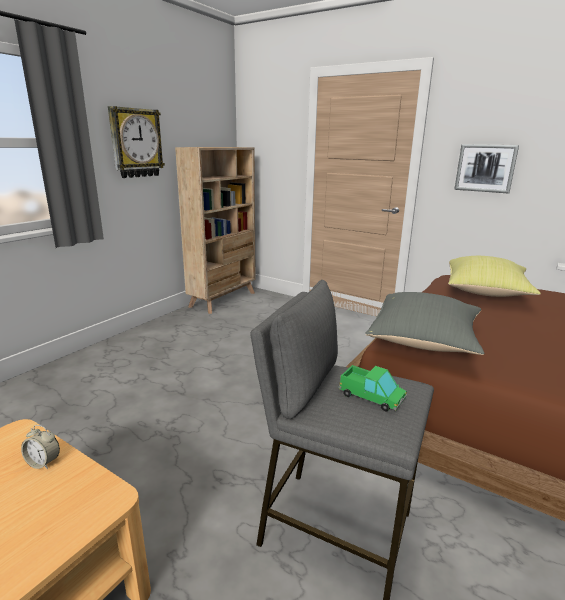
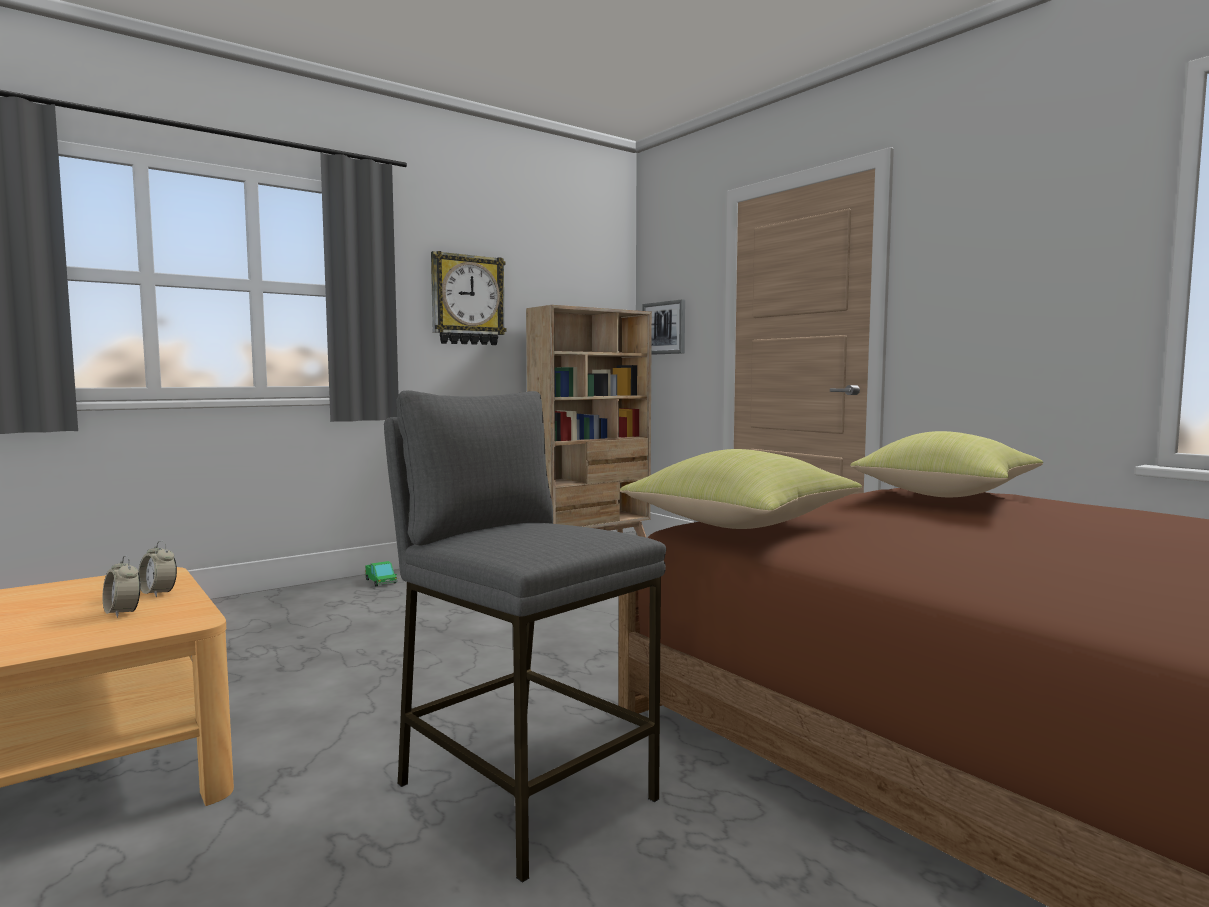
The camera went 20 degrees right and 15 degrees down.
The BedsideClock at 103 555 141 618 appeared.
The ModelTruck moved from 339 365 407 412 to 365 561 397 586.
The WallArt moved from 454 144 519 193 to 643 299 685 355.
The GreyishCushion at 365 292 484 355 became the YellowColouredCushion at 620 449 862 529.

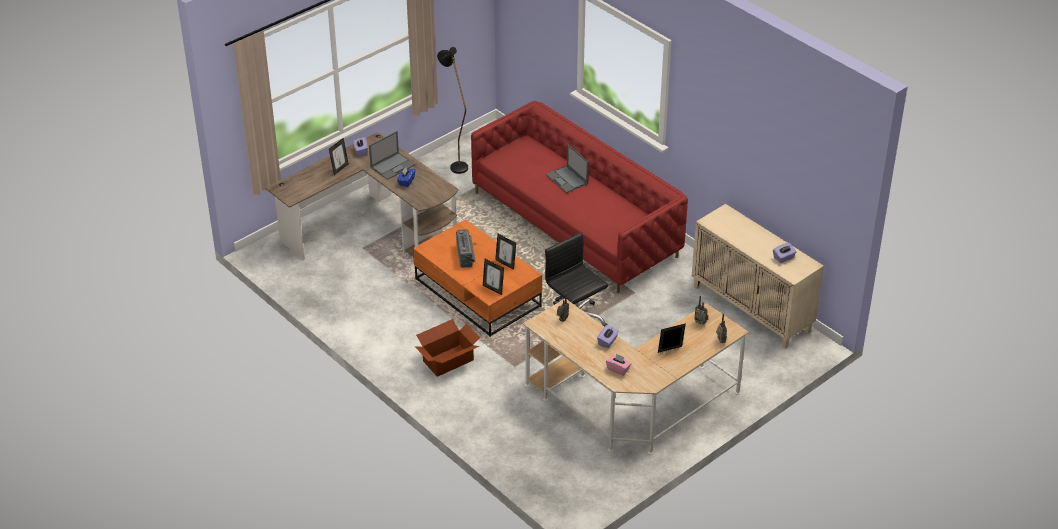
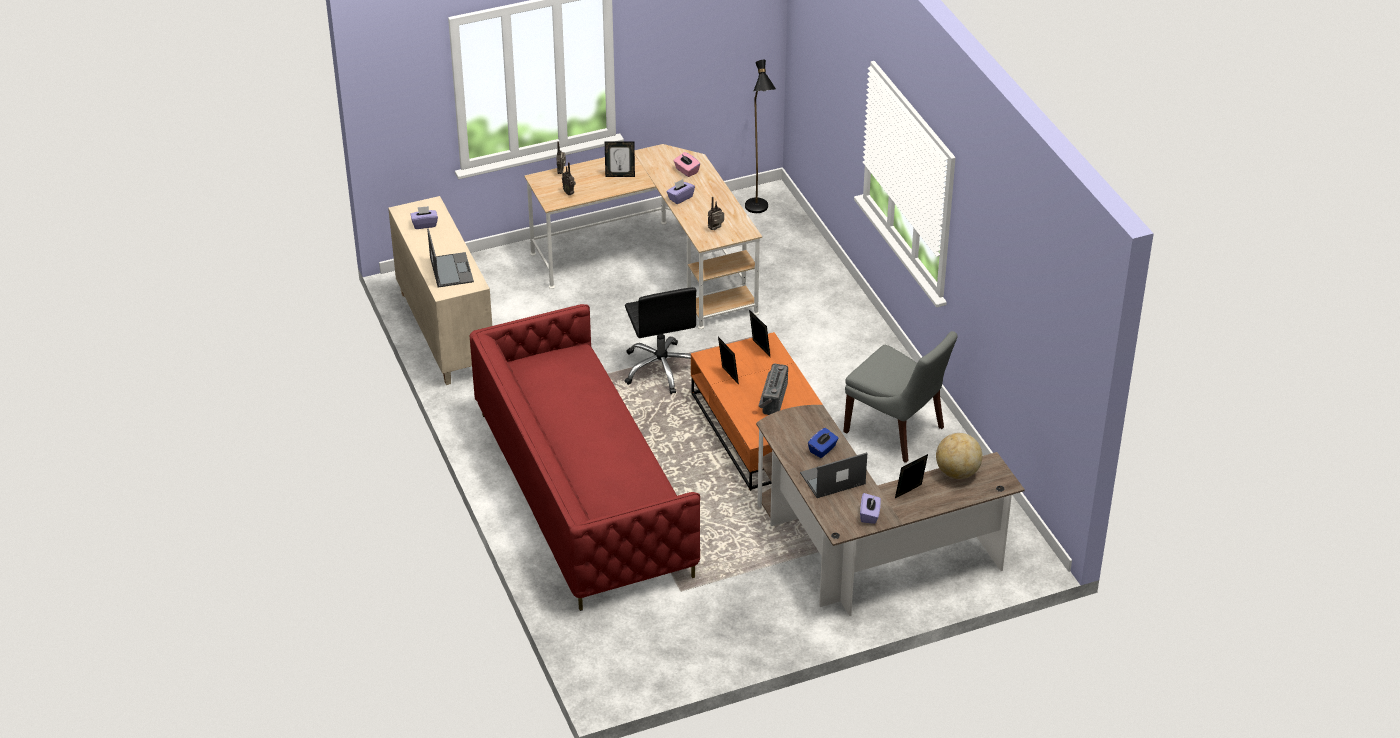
The camera went 160 degrees left and 0 degrees up.
The PackingBox at 415 319 480 377 disappeared.
The GreyishUprightChair at 843 331 957 463 appeared.
The WorldGlobe at 936 433 982 479 appeared.
The BlackishStandardLamp moved from 437 47 468 174 to 745 60 776 213.
The PortableComputer moved from 546 144 589 193 to 427 228 474 288.

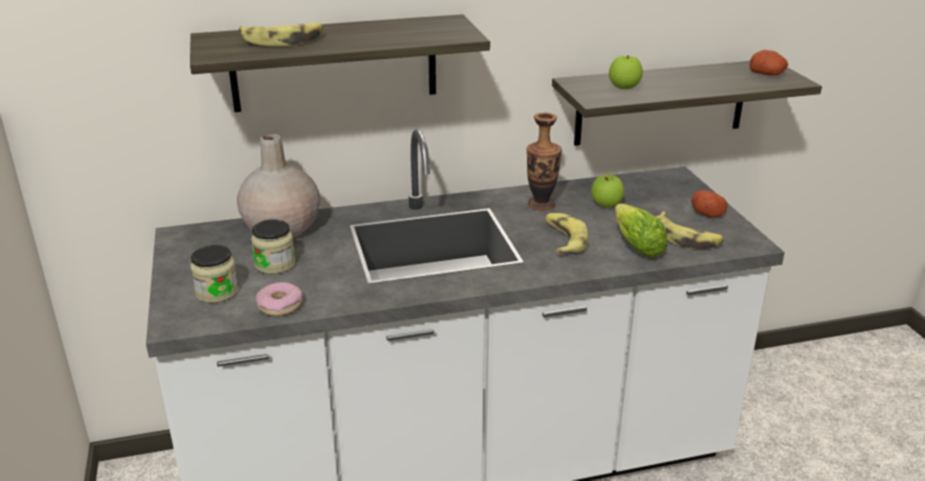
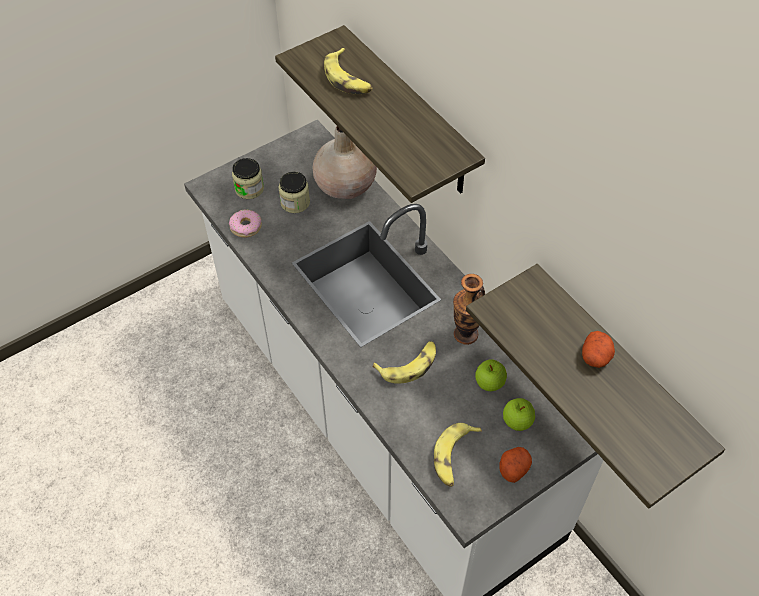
The camera went 70 degrees right and 25 degrees up.
The LettuceHead at 615 204 668 257 disappeared.
The WholeApple moved from 609 55 643 89 to 503 398 535 431.
The WholePotato moved from 750 50 788 76 to 582 331 615 368.

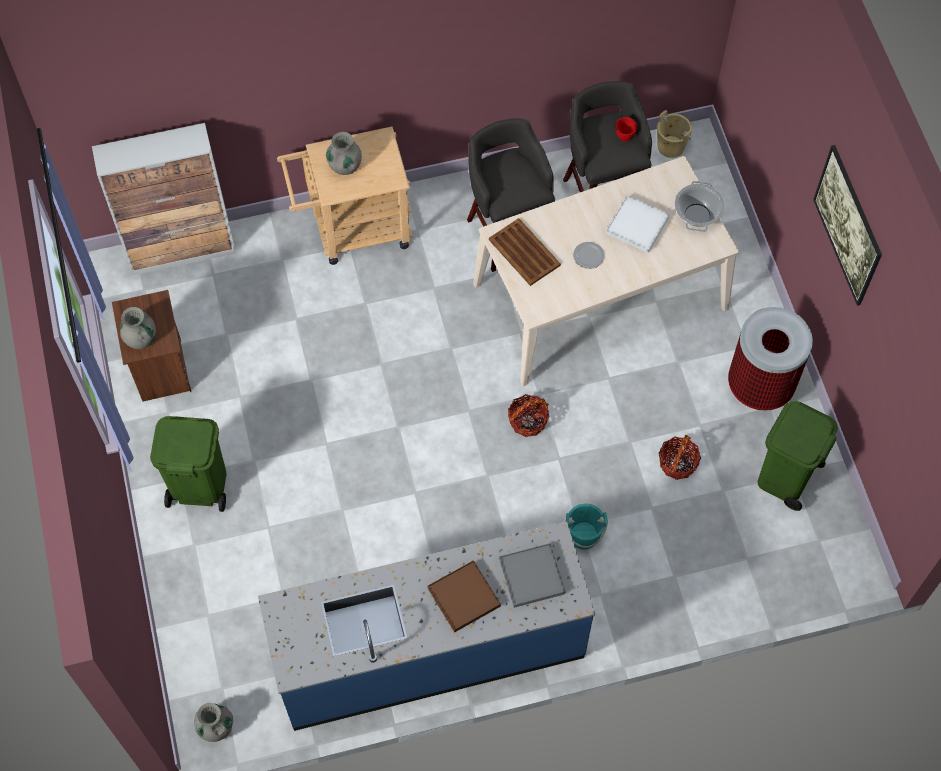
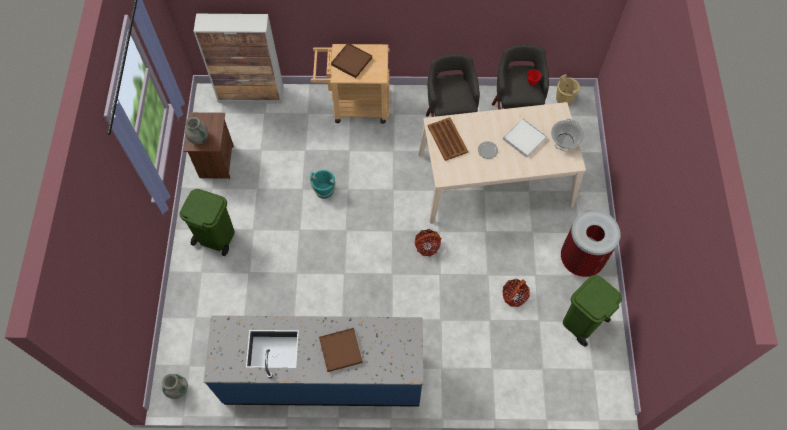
The camera went 15 degrees right and 0 degrees up.
The GreyishServingTray at 499 543 565 608 disappeared.
The WallArt at 813 145 882 306 disappeared.
The TurquoisePail moved from 564 504 608 549 to 310 170 336 199.
The GreyishFlowerVase at 326 132 362 175 was replaced by the BrownishServingTray at 331 43 372 78.

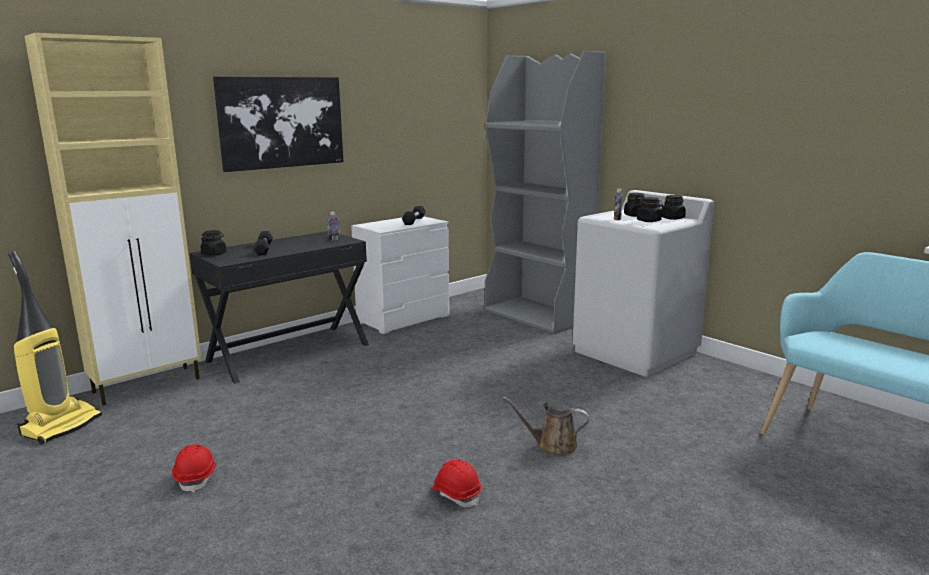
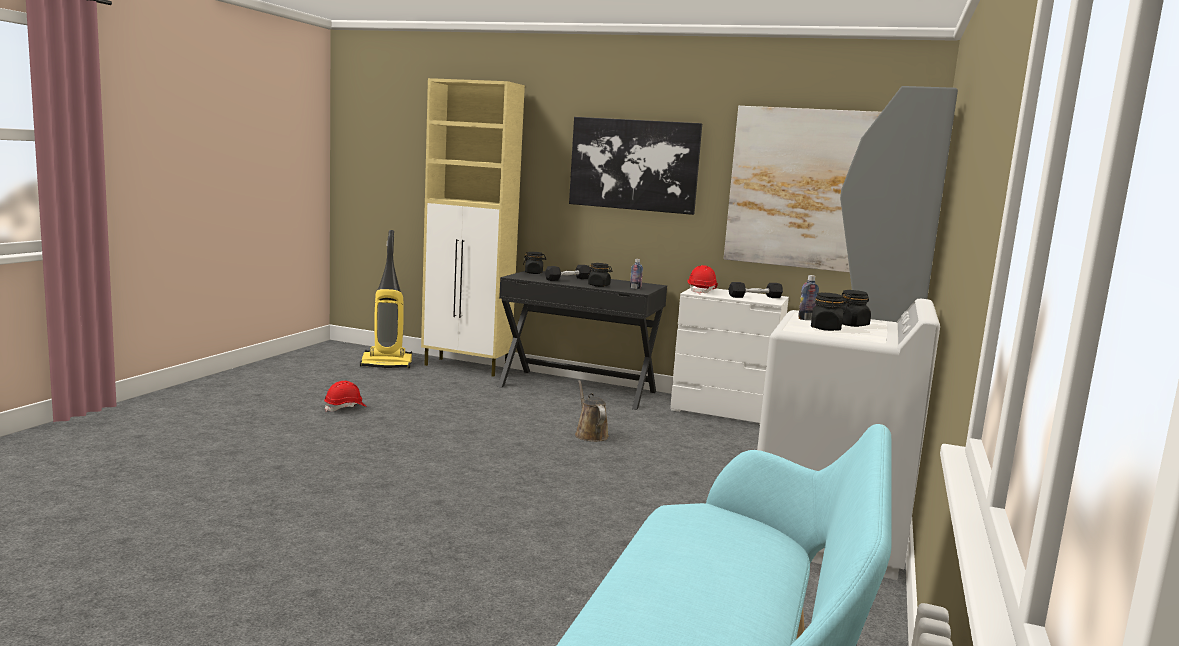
The camera went 60 degrees right and 5 degrees down.
The WallArt at 724 106 881 272 appeared.
The ReddishWorkHelmet moved from 430 459 481 507 to 687 265 718 294.
The BrownishSprinklingCan moved from 503 396 589 456 to 575 380 609 442.
The BlackishPreserveJar moved from 661 195 686 220 to 588 263 613 287.

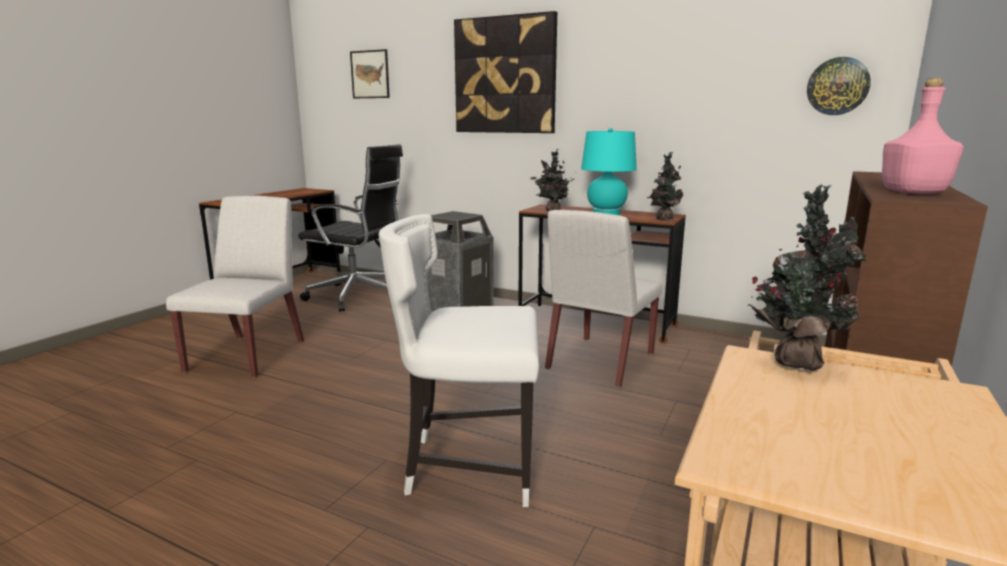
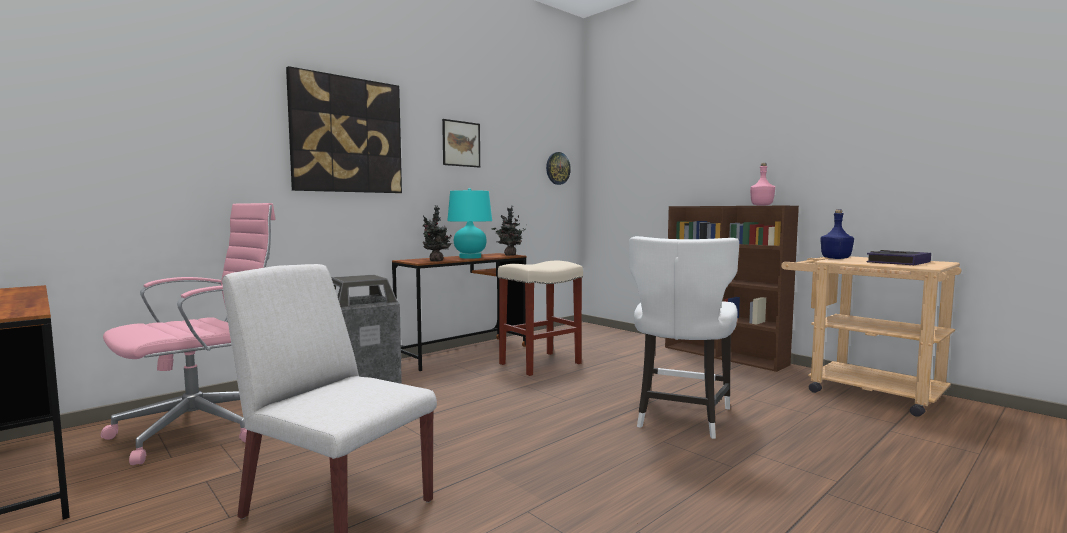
The camera went 70 degrees left and 10 degrees down.
The Volume at 866 250 931 265 appeared.
The WallArt moved from 350 49 390 98 to 442 119 480 167.
The WhiteUprightChair at 545 210 662 387 was replaced by the BeigeColouredStoolSeat at 498 261 583 376.
The Houseplant at 748 185 867 371 was replaced by the BluishBottle at 821 209 854 259.
The BlackishComputerChair at 298 144 403 312 became the PinkComputerChair at 100 203 276 465.

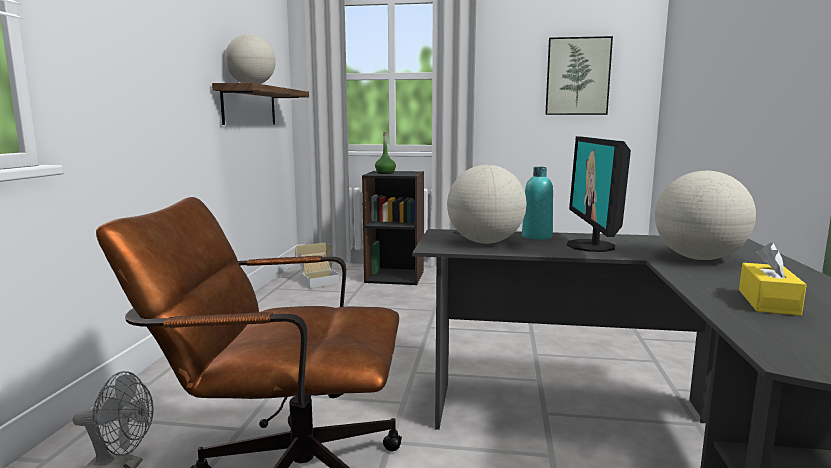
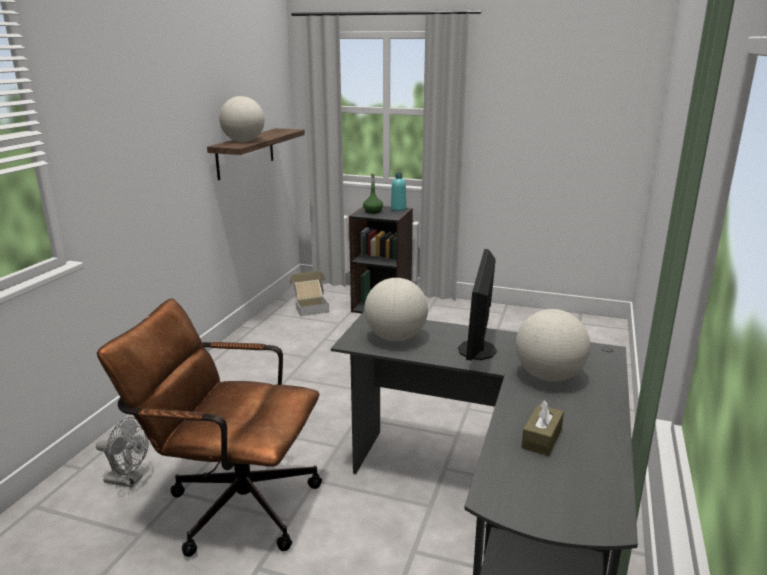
The camera went 10 degrees right and 10 degrees up.
The WallArt at 545 36 613 115 disappeared.
The TurquoiseBottle moved from 522 167 553 240 to 391 173 406 211.
The YellowColouredTissueBox at 739 243 807 316 became the BrownishTissueBox at 521 400 564 456.

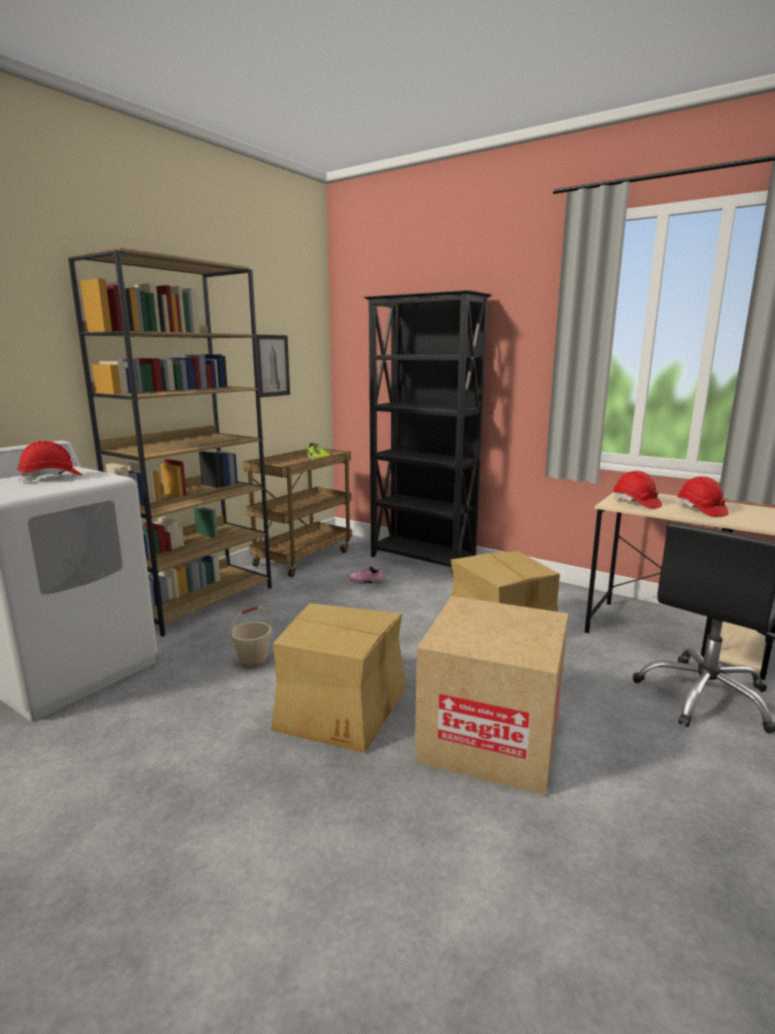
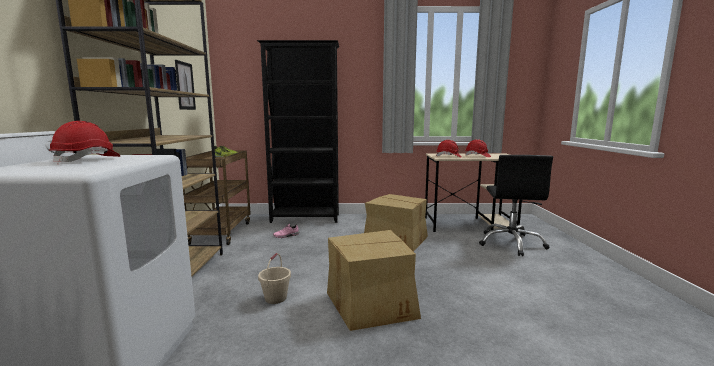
The camera went 35 degrees left and 5 degrees down.
The PackingBox at 415 596 568 796 disappeared.

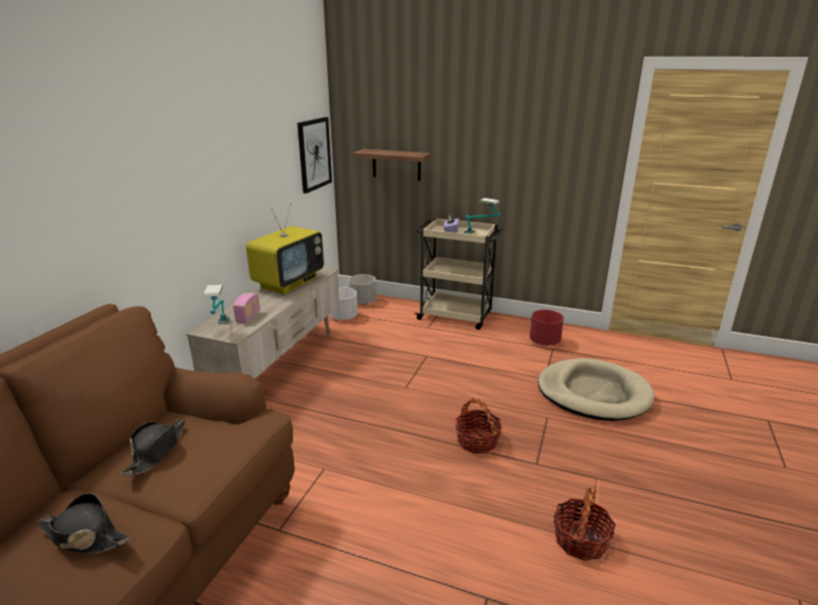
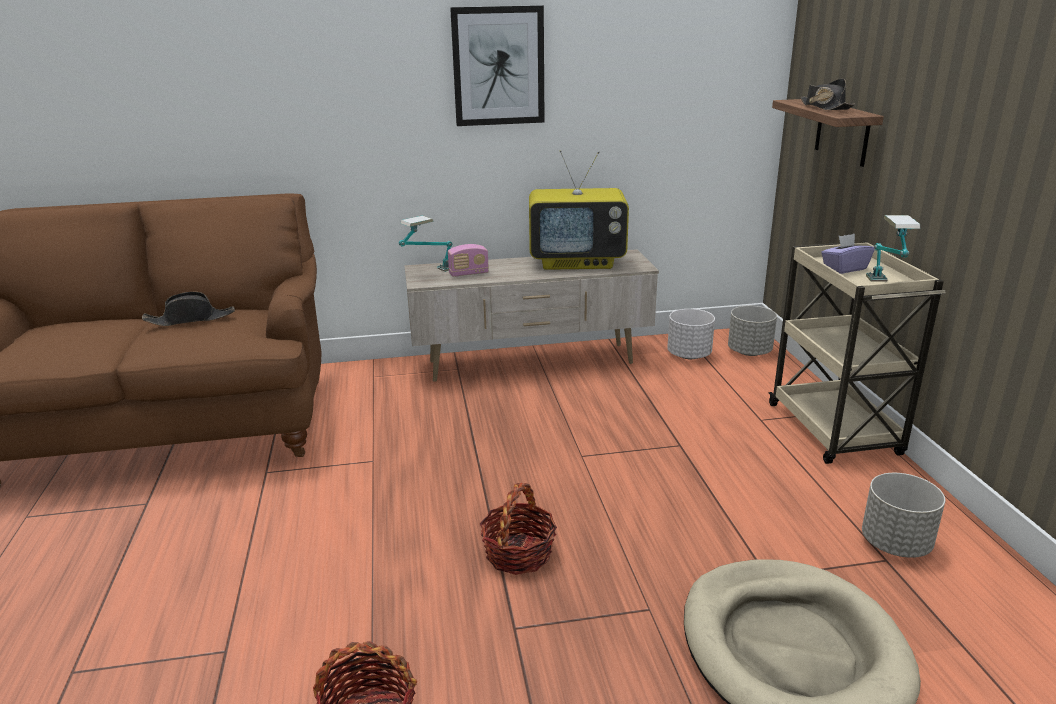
The camera went 60 degrees right and 0 degrees up.
The BlackishHat moved from 36 493 131 554 to 801 79 855 110.
The WallArt moved from 297 117 332 194 to 450 5 545 126.
The ReddishFlowerPot at 530 310 564 346 became the GreyishFlowerPot at 862 473 945 558.

